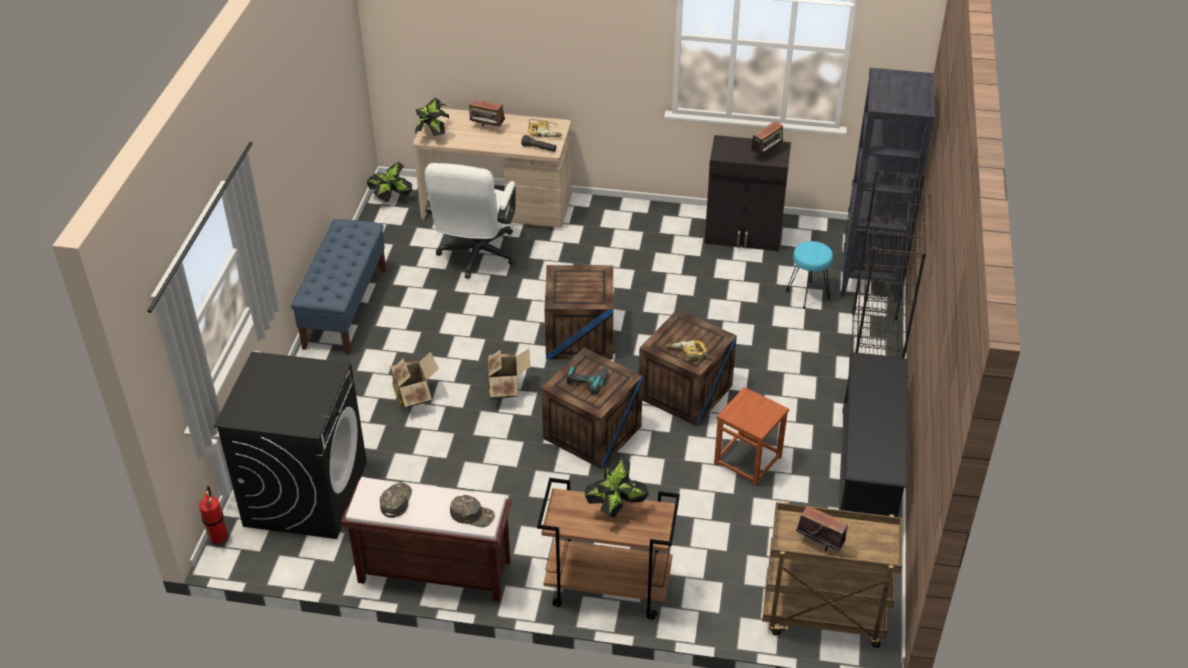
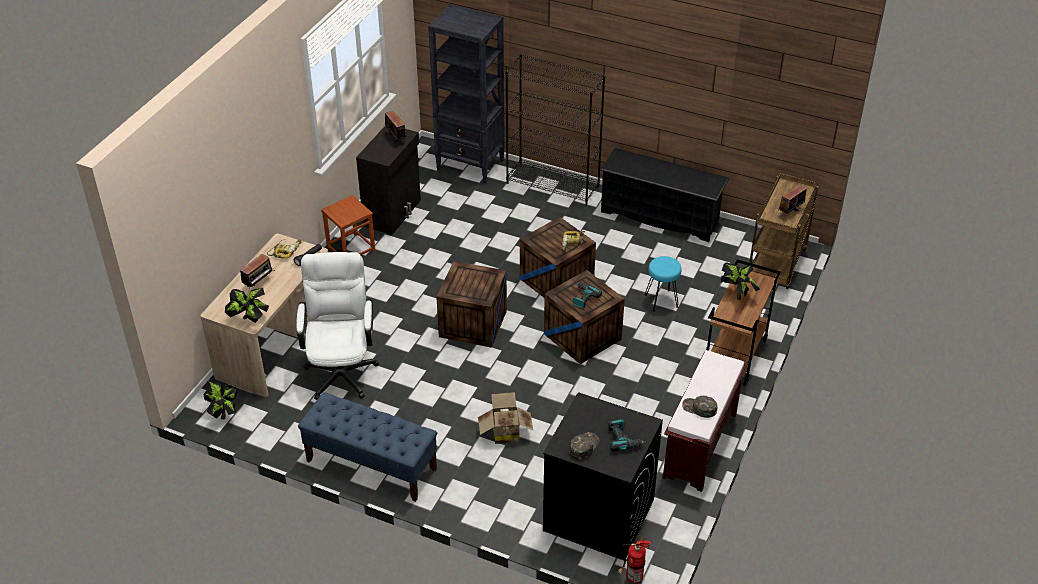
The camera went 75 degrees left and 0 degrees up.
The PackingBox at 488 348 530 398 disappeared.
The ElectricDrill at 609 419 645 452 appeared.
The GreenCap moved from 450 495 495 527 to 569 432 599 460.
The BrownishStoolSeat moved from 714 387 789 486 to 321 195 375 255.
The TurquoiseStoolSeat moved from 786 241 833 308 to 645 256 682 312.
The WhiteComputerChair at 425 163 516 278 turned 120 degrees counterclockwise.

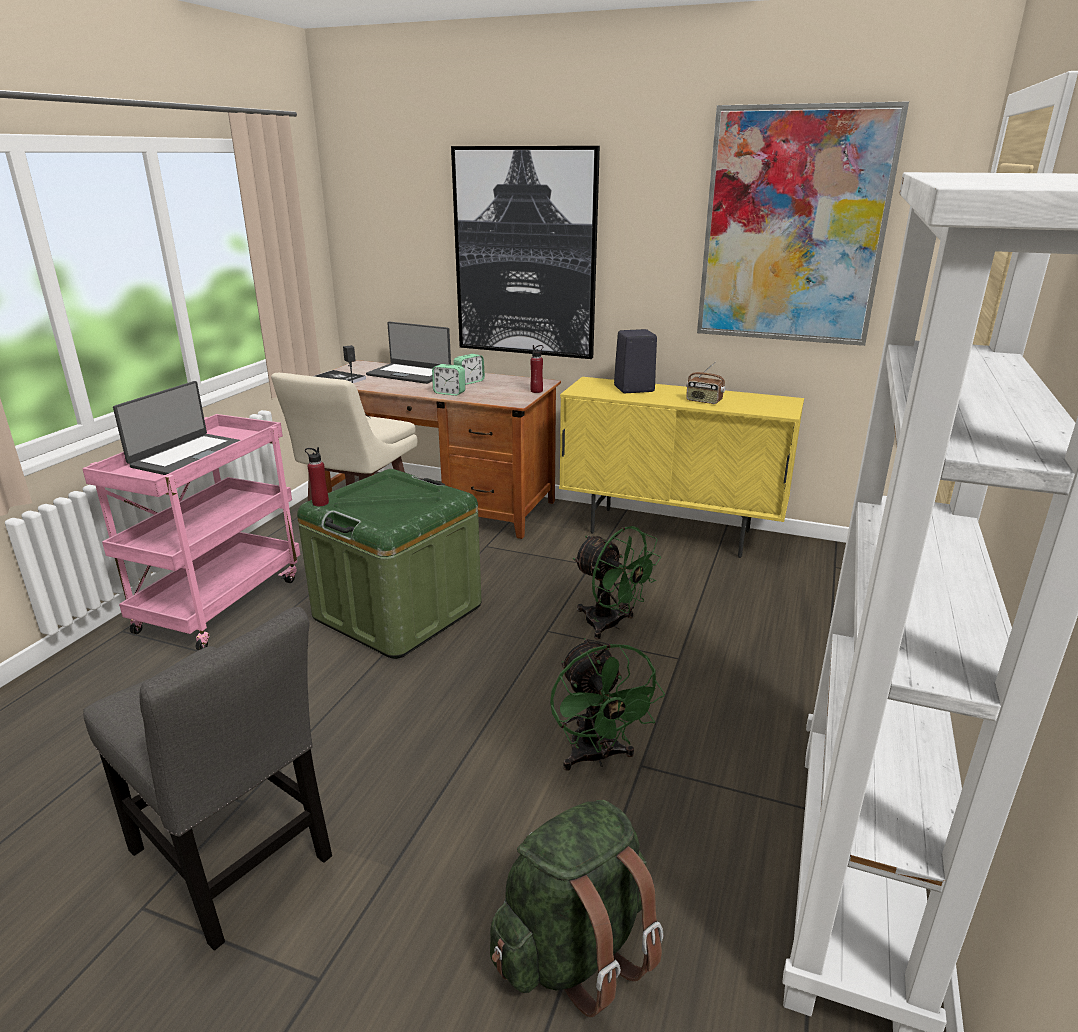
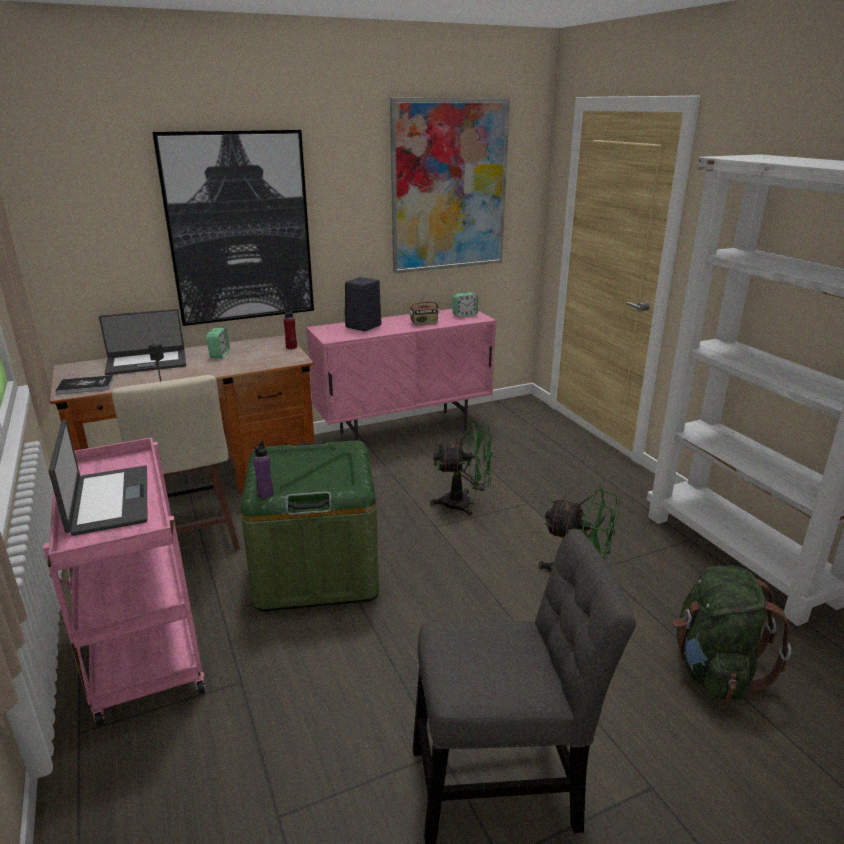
The camera went 45 degrees left and 0 degrees up.
The BedsideClock moved from 432 364 465 396 to 452 292 478 318.
The ReddishBottle at 305 447 329 506 became the PurplishBottle at 253 440 273 498.
The YellowColouredStorageCabinet at 559 377 804 558 became the PinkStorageCabinet at 306 309 496 440.

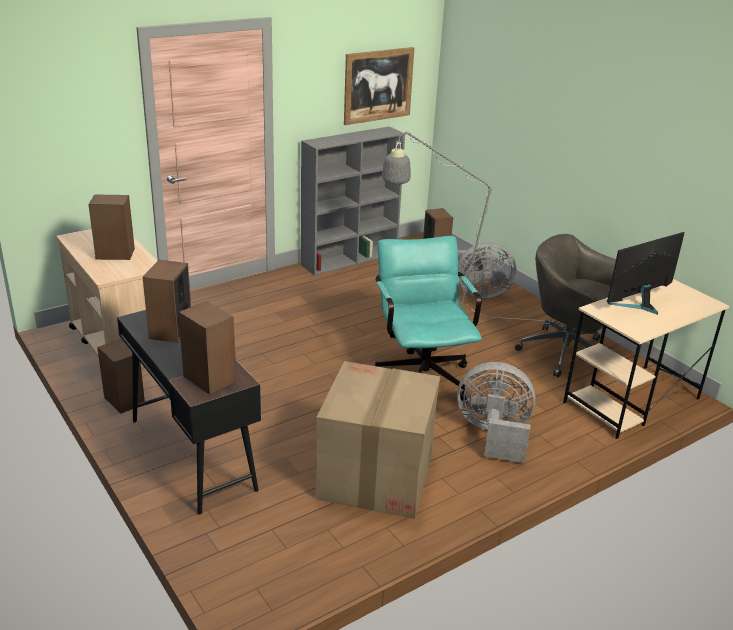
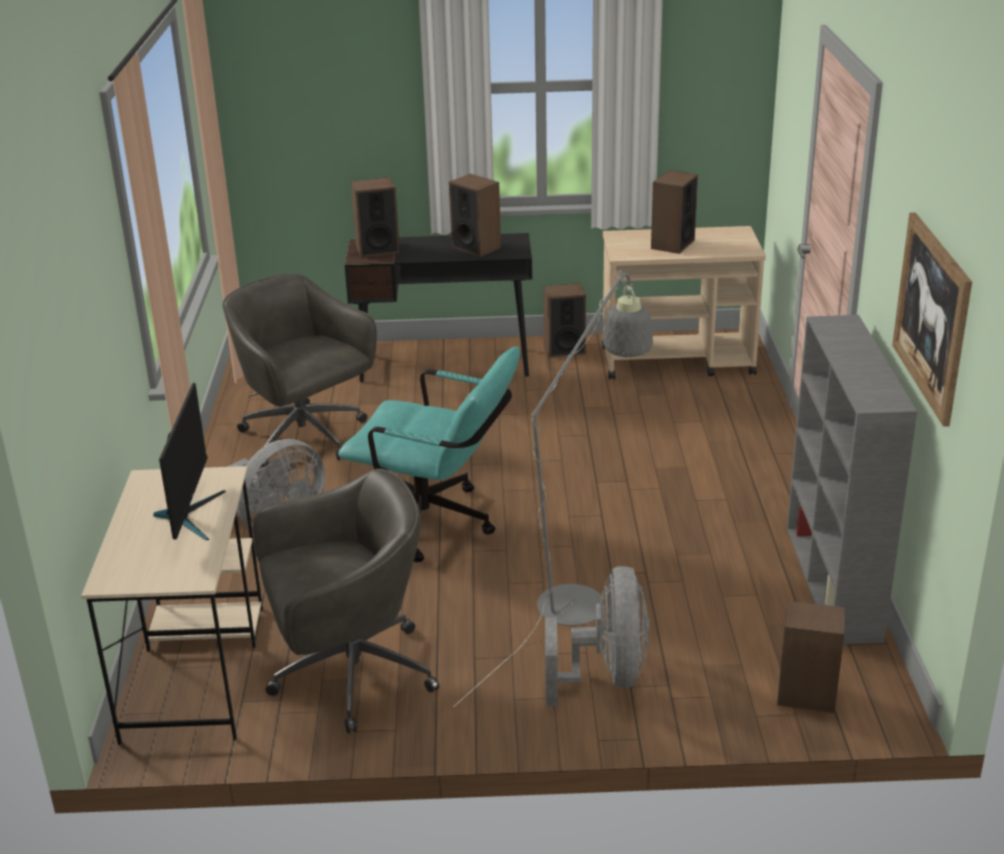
The camera went 125 degrees right and 0 degrees up.
The PackingBox at 315 361 440 519 was replaced by the GreyishComputerChair at 222 274 377 467.
The GreyishCoolingFan at 458 242 516 298 turned 150 degrees clockwise.

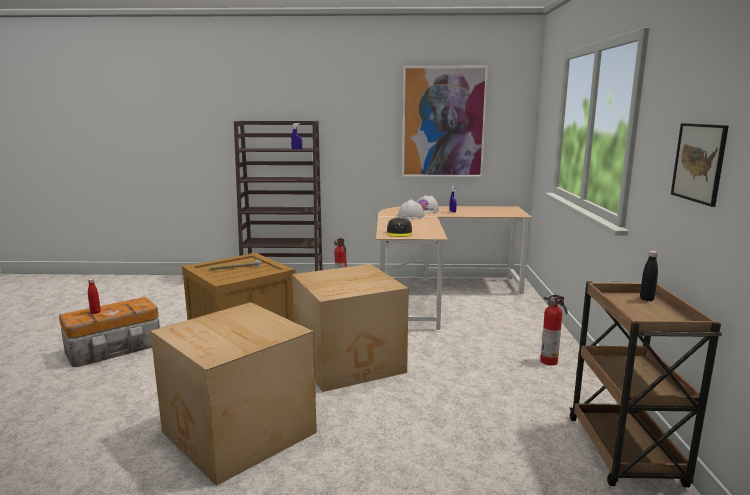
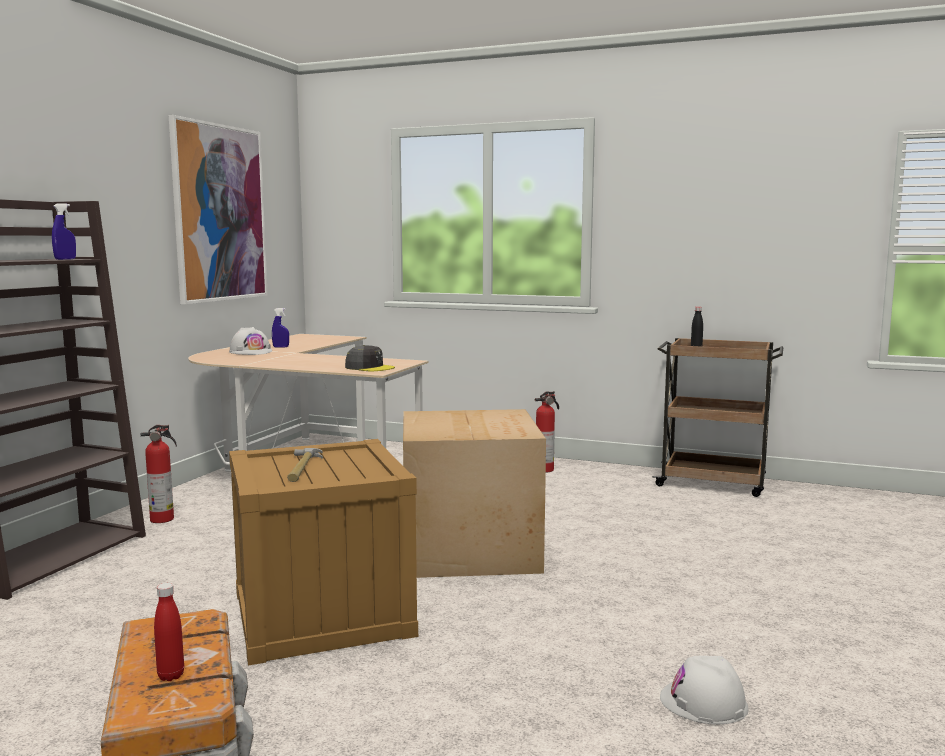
The camera went 70 degrees left and 5 degrees down.
The PackingBox at 150 302 317 486 disappeared.
The WallArt at 671 123 729 207 disappeared.
The WhiteWorkHelmet moved from 397 199 425 219 to 660 656 748 724.

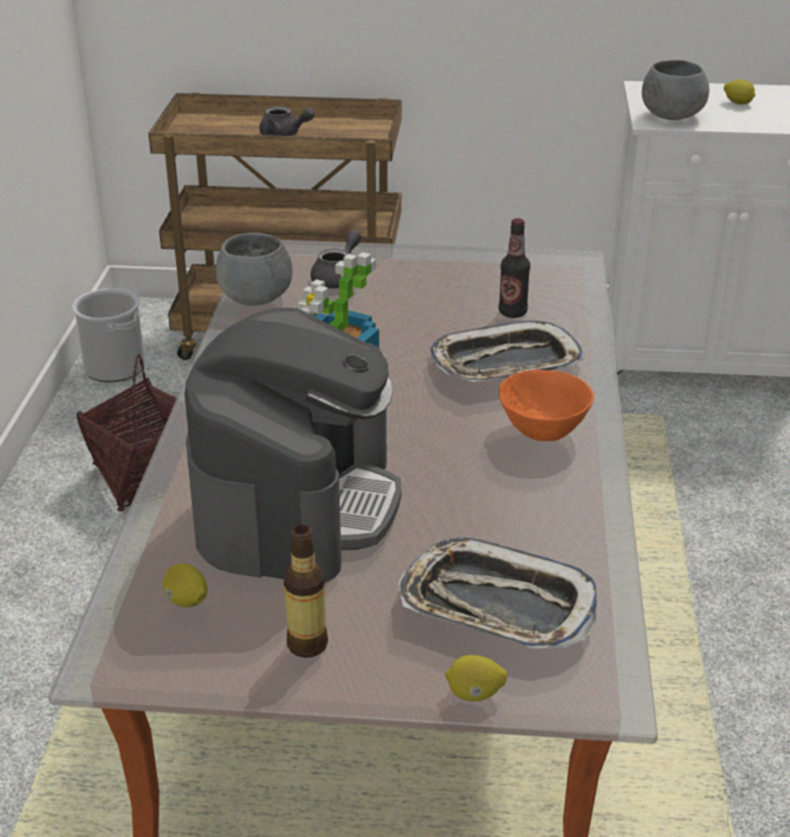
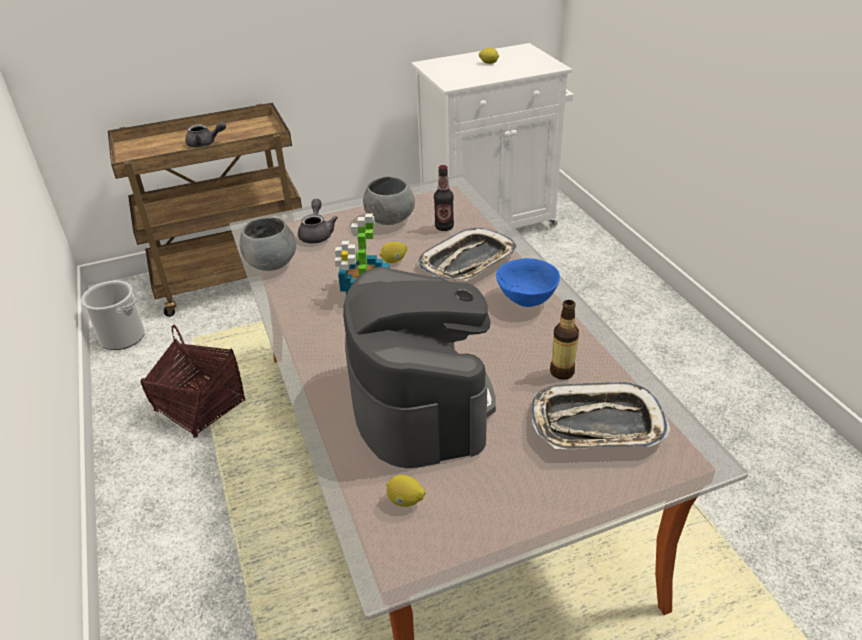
The camera went 25 degrees left and 5 degrees up.
The Bottle moved from 284 525 328 658 to 550 300 579 380.
The WholeLemon moved from 445 655 507 701 to 380 242 407 263.
The GreyishServingBowl moved from 642 60 709 120 to 363 176 415 225.
The OrangeColouredServingBowl at 499 370 594 441 became the BluishServingBowl at 496 258 560 307.

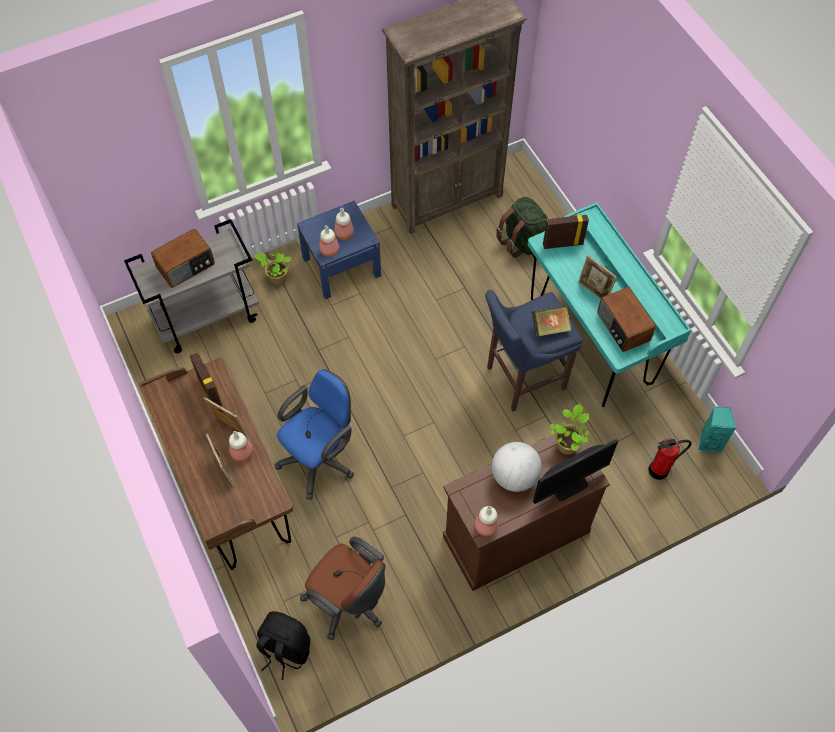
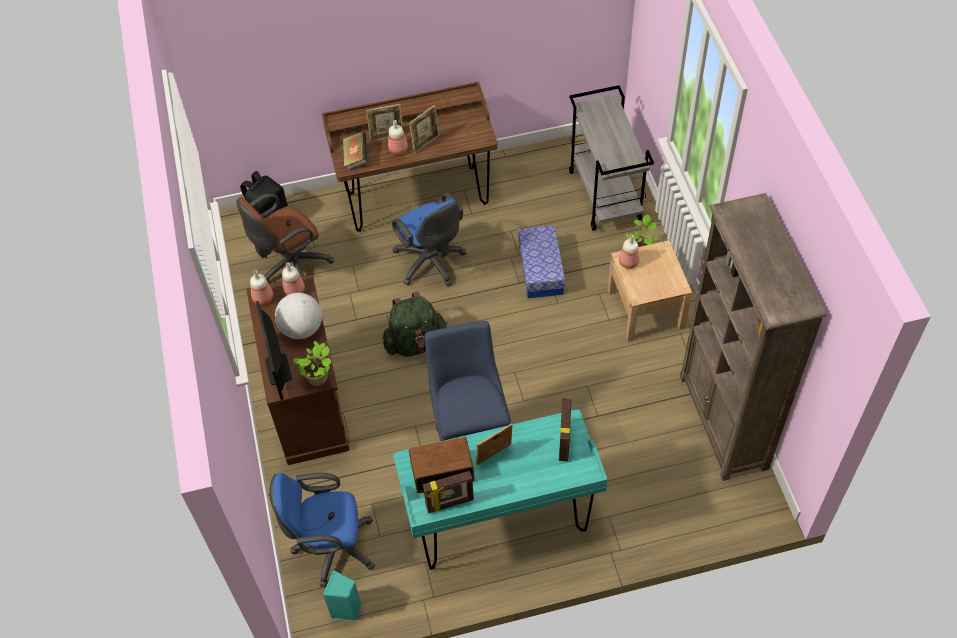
The camera went 105 degrees right and 5 degrees down.
The Radio at 151 229 215 288 disappeared.
The StorageContainer at 518 225 565 298 appeared.
The PhotoFrame moved from 190 353 222 406 to 423 471 474 513.
The Bottle moved from 334 208 354 240 to 282 262 305 295.
The GreenKnapsack moved from 496 197 548 258 to 383 291 448 357.
The Volume moved from 532 306 572 337 to 343 131 367 170.
The FireExtinguisher at 648 439 692 480 was replaced by the BluishComputerChair at 269 473 375 587.
The BluishNightstand at 297 200 381 299 became the BeigeColouredNightstand at 608 240 692 341.

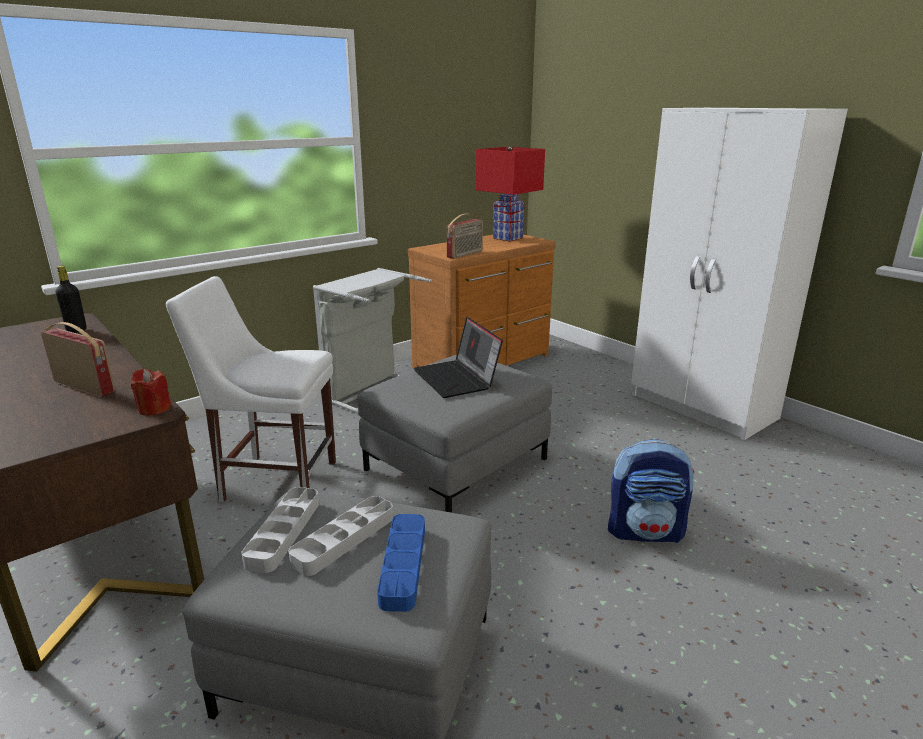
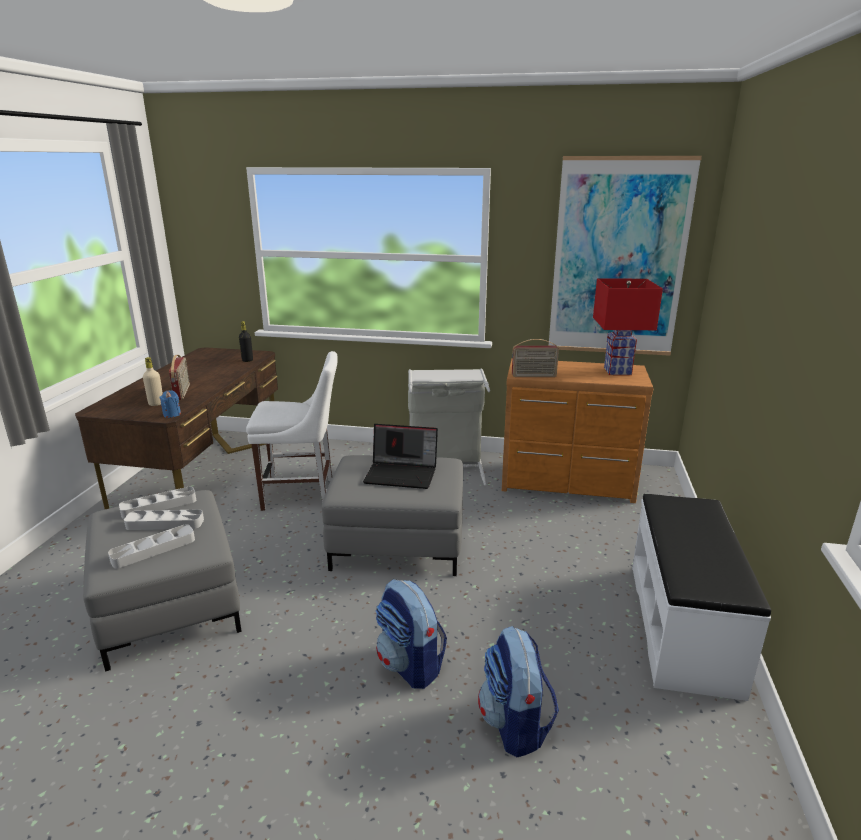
The camera went 50 degrees right and 0 degrees up.
The BeigeColouredBottle at 143 357 163 406 appeared.
The Knapsack at 478 626 559 757 appeared.
The WallArt at 548 156 702 356 appeared.
The WhiteWardrobe at 631 108 848 440 was replaced by the WhiteBench at 632 494 771 701.
The ReddishWaxCandle at 131 369 171 416 became the BluishWaxCandle at 159 390 181 418.
The BluishServingTray at 377 514 425 612 became the GreyishServingTray at 108 524 195 568.
The WhiteUprightChair at 166 276 336 503 turned 120 degrees clockwise.
The PortableComputer at 414 317 503 398 turned 105 degrees counterclockwise.

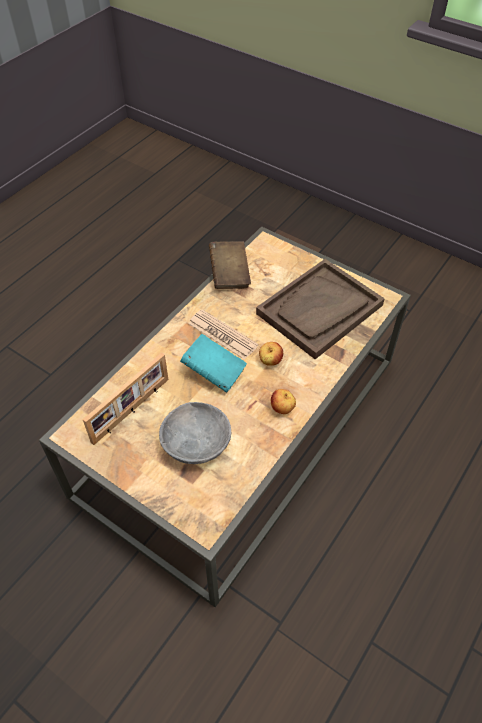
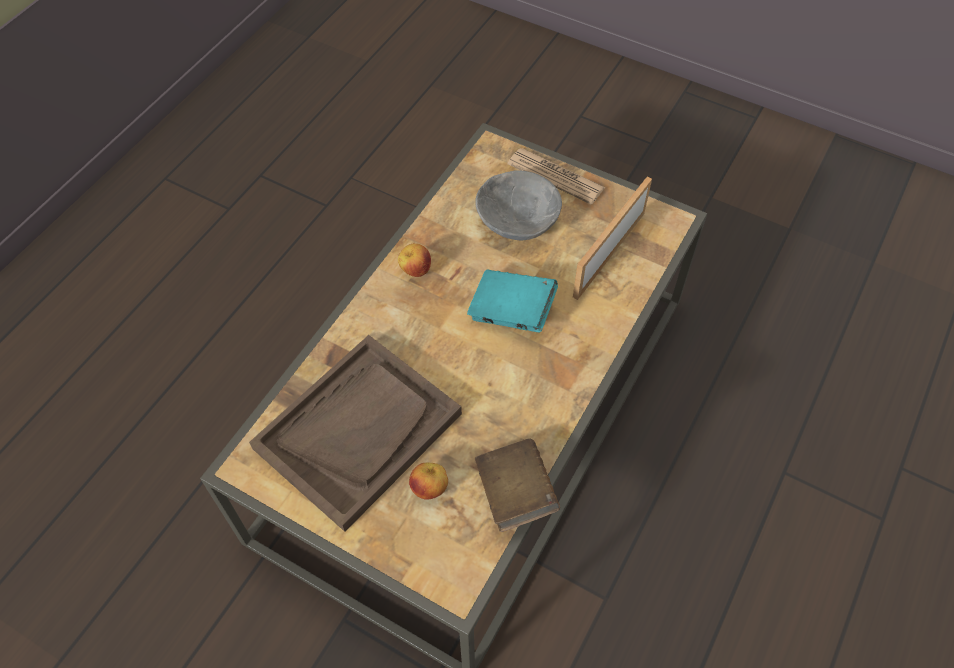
The camera went 175 degrees right and 5 degrees up.
The Newspaper moved from 188 309 258 360 to 508 148 605 205.
The WholeApple moved from 259 342 283 366 to 409 463 448 500.

